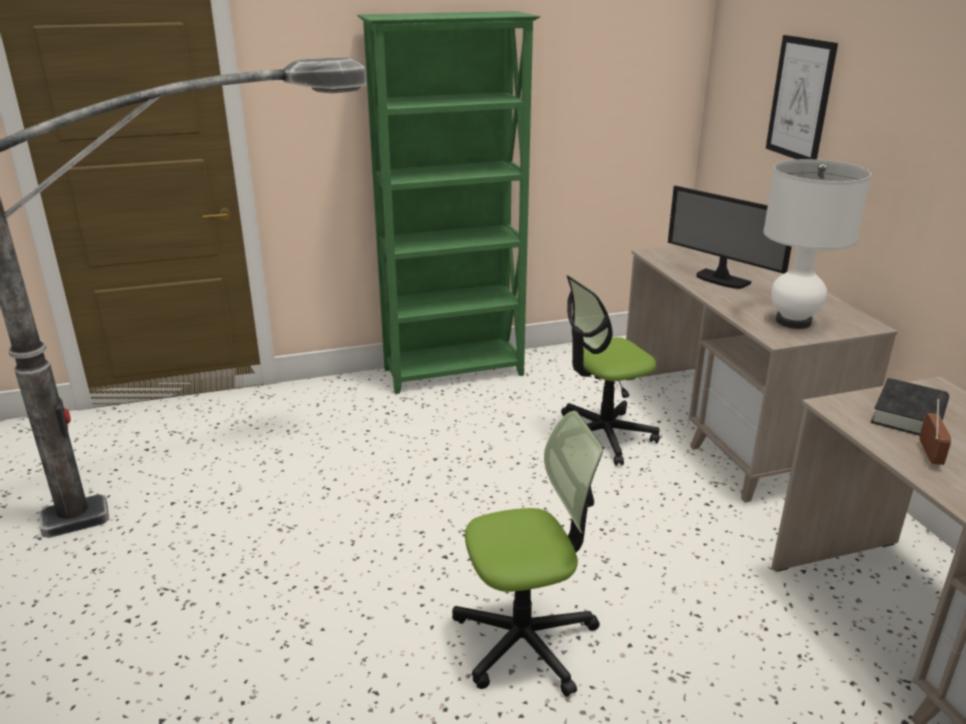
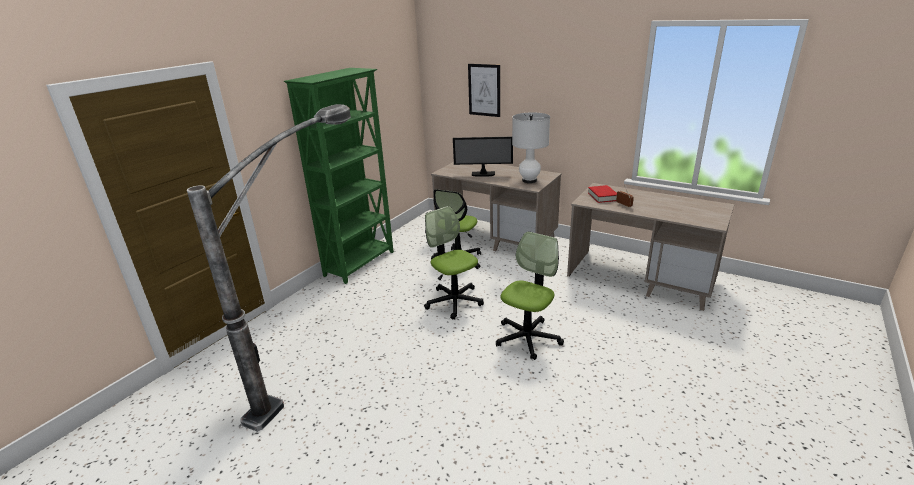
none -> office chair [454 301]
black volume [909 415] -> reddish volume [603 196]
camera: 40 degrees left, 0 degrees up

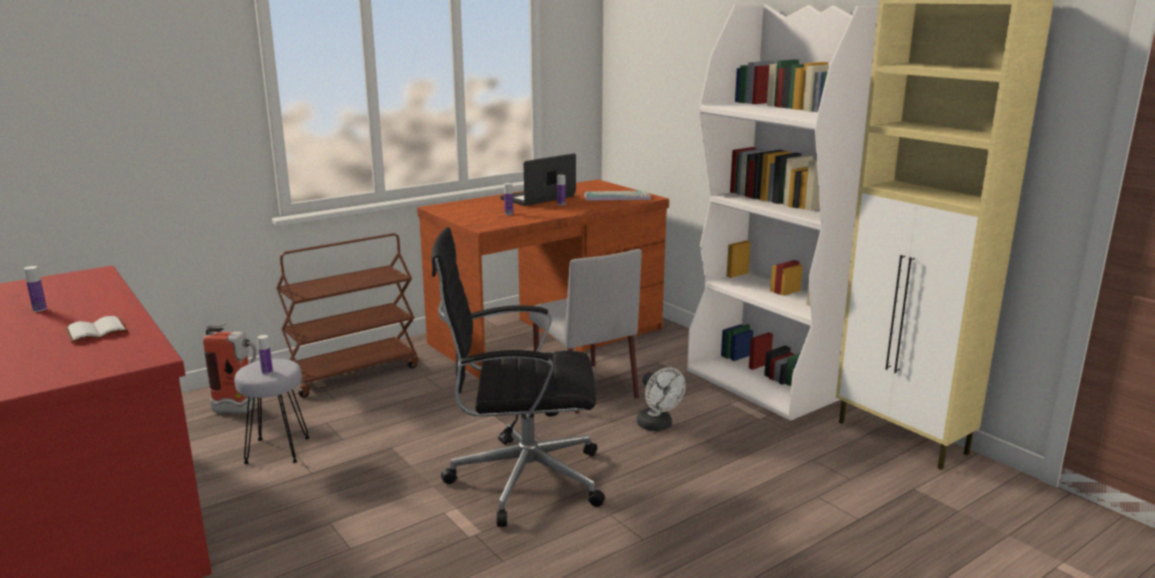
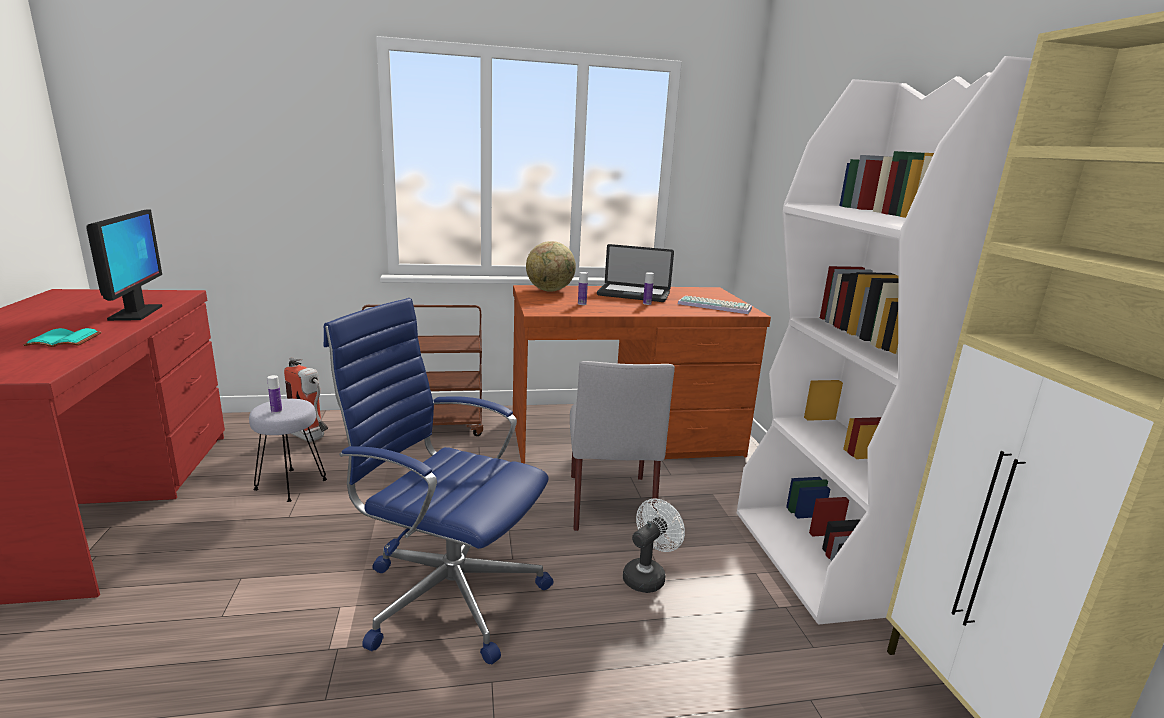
whitish volume [97 331] -> turquoise volume [66 340]
none -> computer screen [135 313]
black office chair [521 479] -> blue office chair [448 593]
none -> desk globe [550 290]
notebook computer [538 198] -> notebook computer [633 294], 150 degrees counterclockwise
whitish cooling fan [658 426] -> whitish cooling fan [647 575], 135 degrees counterclockwise
bottle [39 309] -> none
camera: 25 degrees right, 0 degrees up

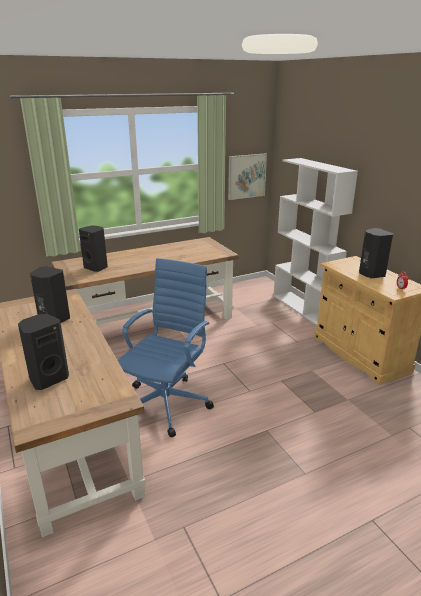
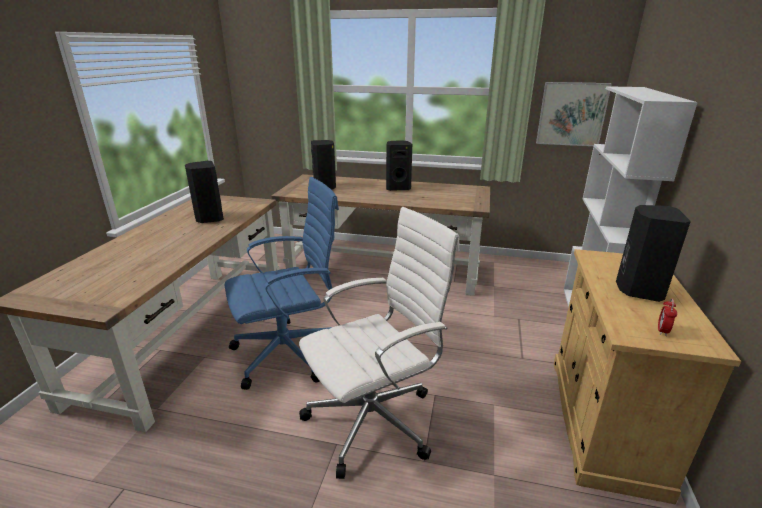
none -> whitish office chair [375 419]
black audio speaker [48 379] -> black audio speaker [398 188], move
camera: 40 degrees right, 0 degrees up

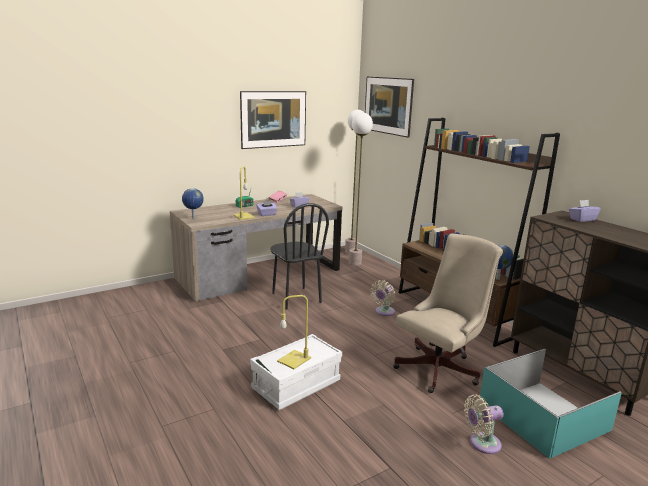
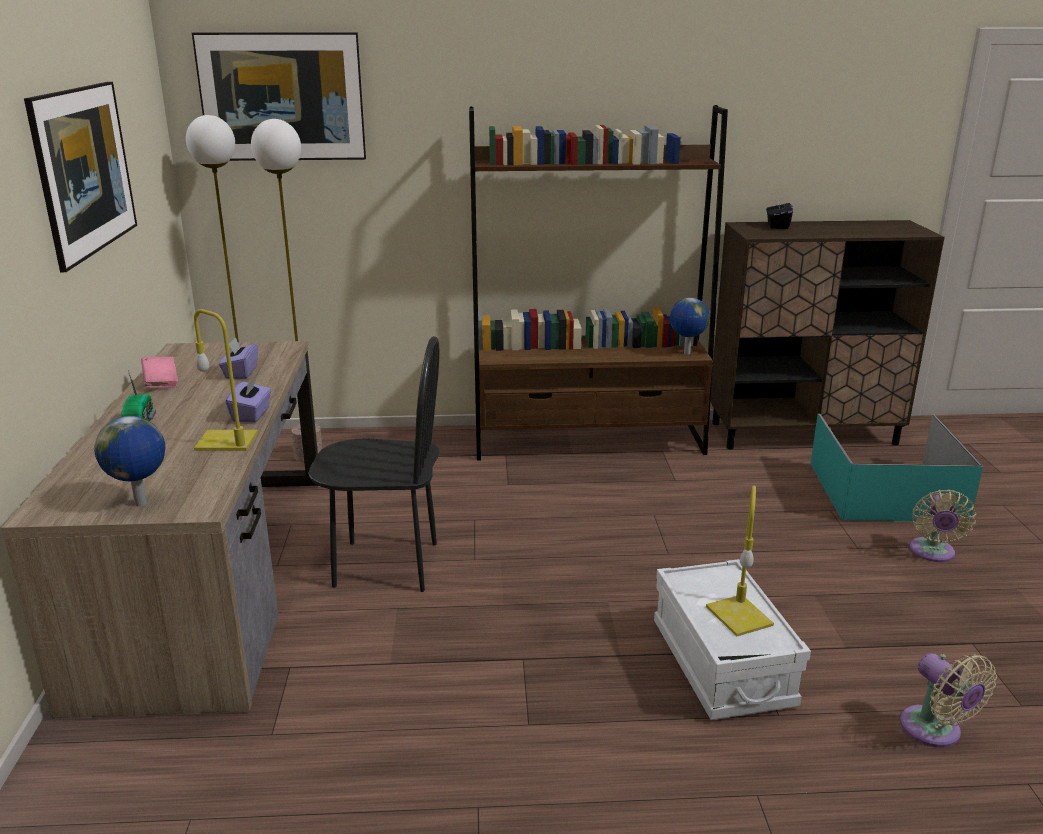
purplish tissue holder [582 219] -> black tissue holder [777 226]
sand-coloured cooling fan [383 312] -> sand-coloured cooling fan [935 731], move
sand-coloured office chair [441 368] -> none
camera: 60 degrees left, 5 degrees up

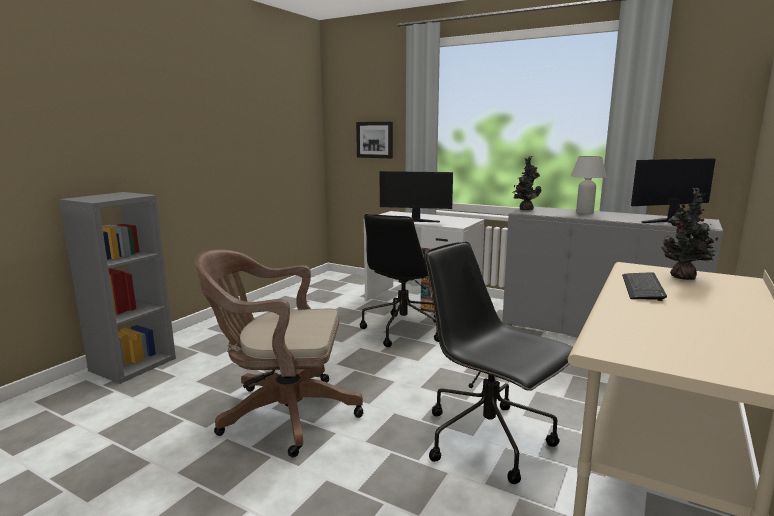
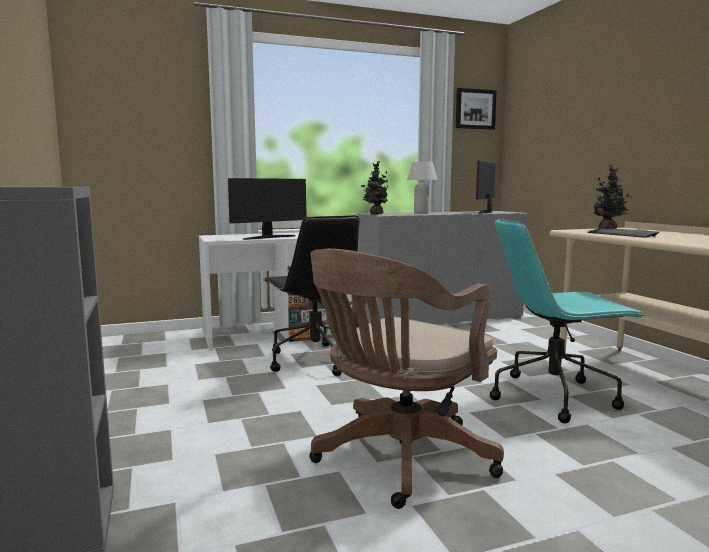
wall picture [375 139] -> wall picture [475 109], move
black office chair [490 440] -> turquoise office chair [554 396]
camera: 50 degrees left, 5 degrees down

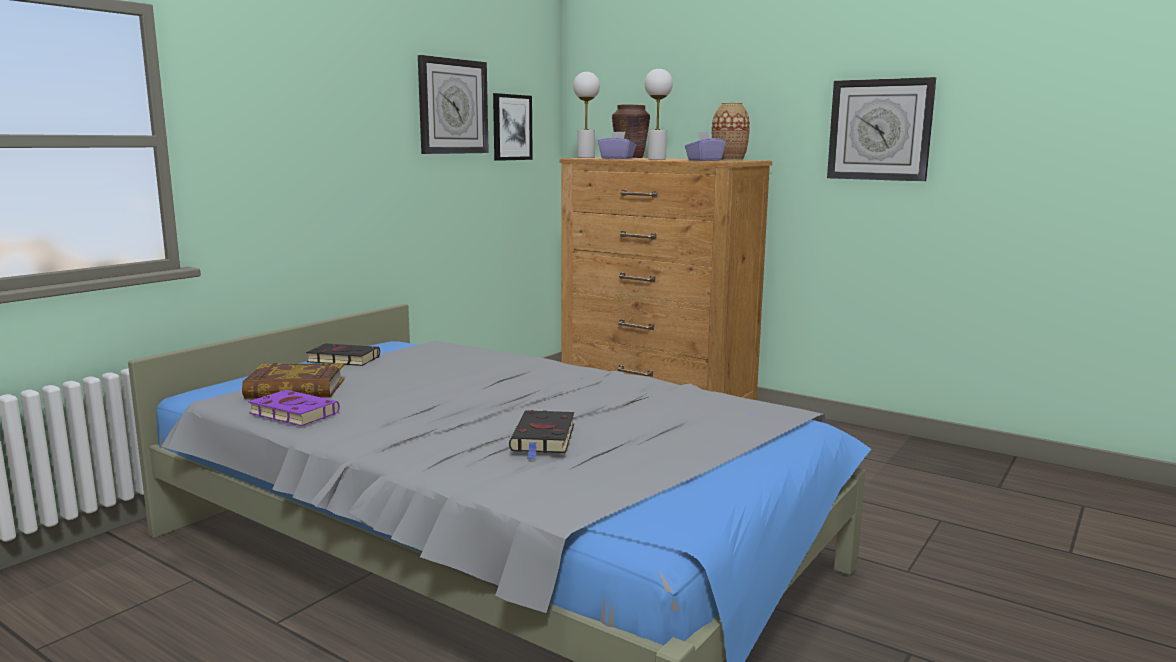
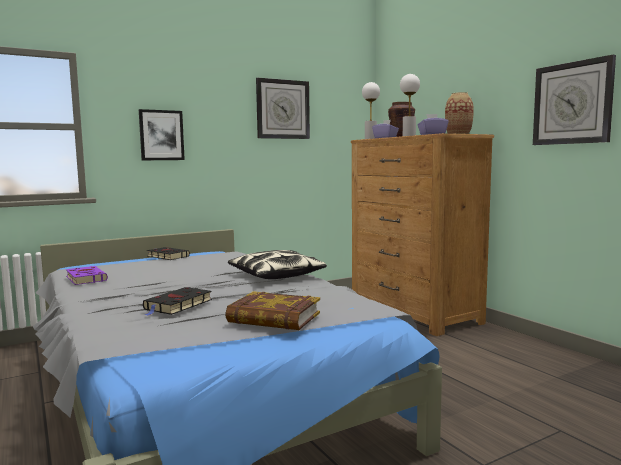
wall picture [511 127] -> wall picture [161 135], move
volume [295 389] -> volume [274 318], move
none -> pillow [275 275]
camera: 25 degrees right, 5 degrees down

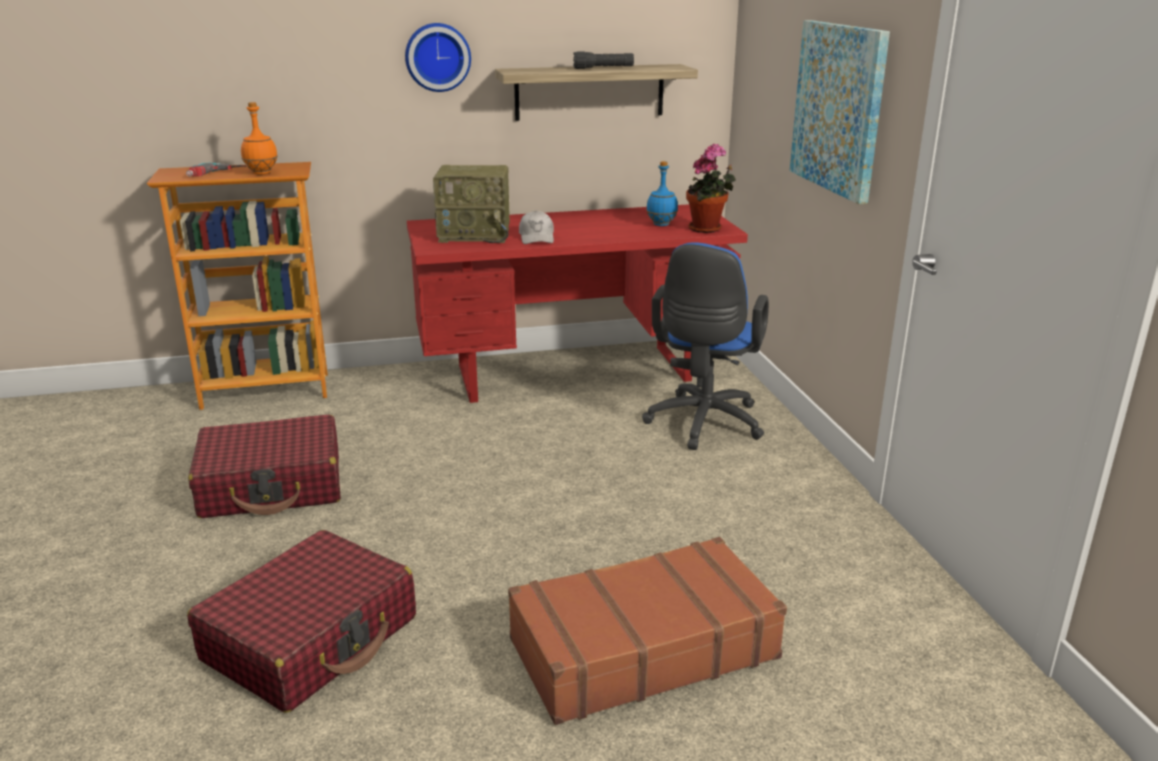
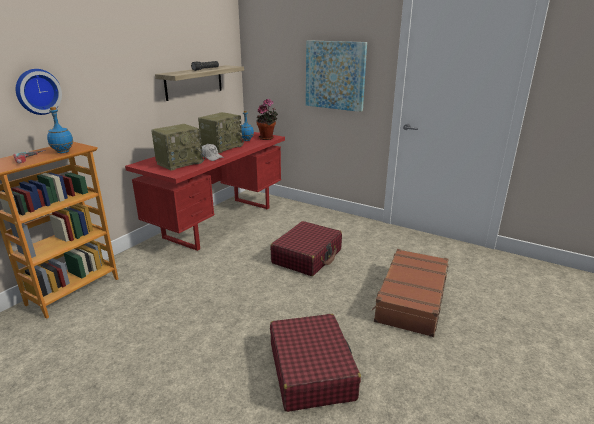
hanging clock [437 57] -> hanging clock [37 91], move
orange-coloured bottle [261 173] -> blue bottle [63 152]
none -> radio [222 147]
reddish piece of luggage [272 486] -> reddish piece of luggage [307 256], move
blue office chair [703 425] -> none
camera: 45 degrees left, 0 degrees up

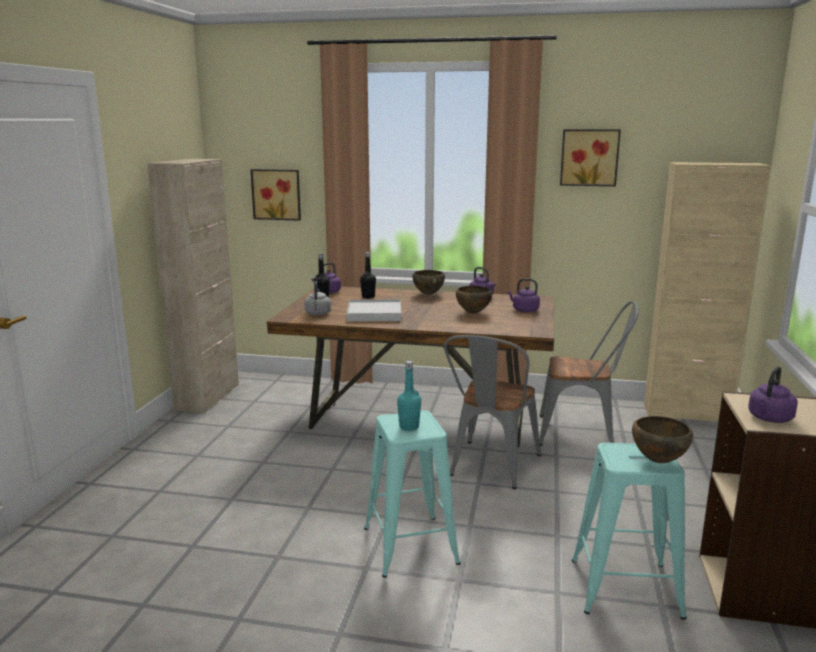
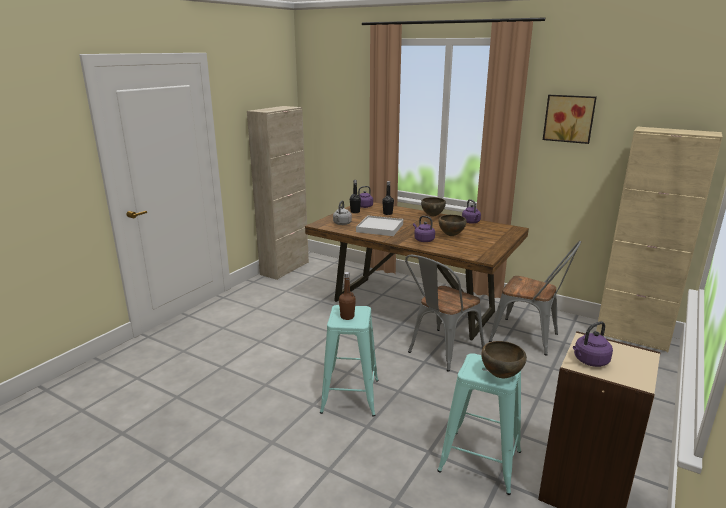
turquoise bottle [409 427] -> brownish bottle [347 317]
purplish tea kettle [524 310] -> purplish tea kettle [423 240], move
wall picture [277 194] -> none
camera: 20 degrees right, 5 degrees up

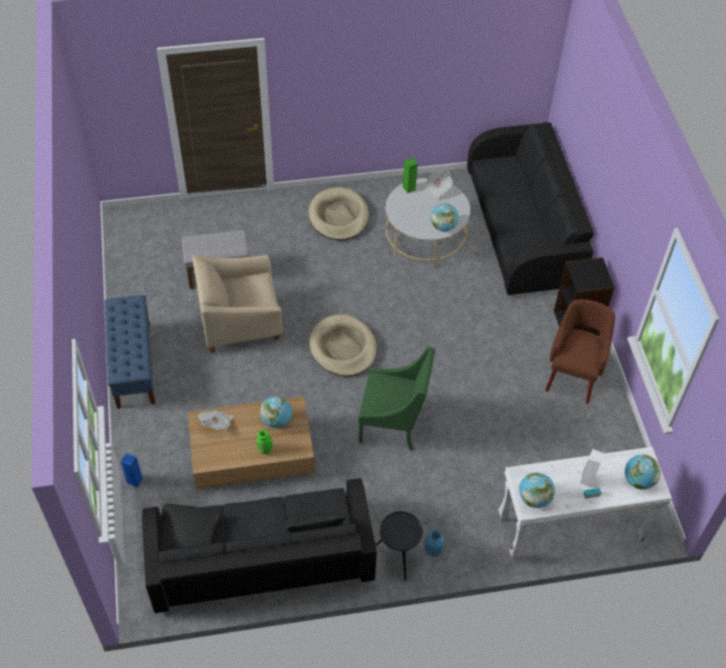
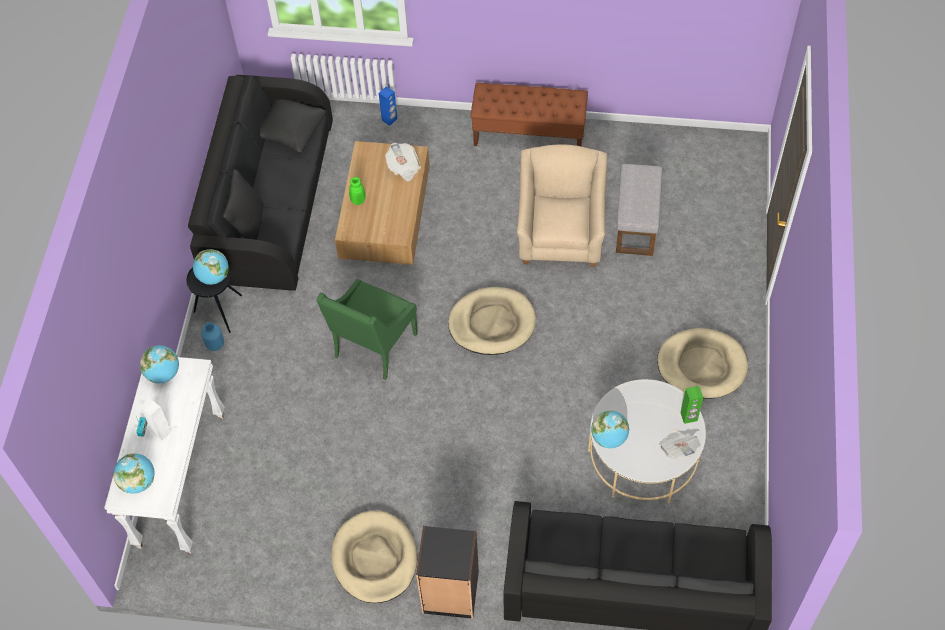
desk globe [277 420] -> desk globe [213 277], move
brownish lounge chair [573 374] -> sand-coloured pet bed [374 558]
blue indoor bench [133 364] -> brownish indoor bench [529 134]
camera: 110 degrees right, 5 degrees up

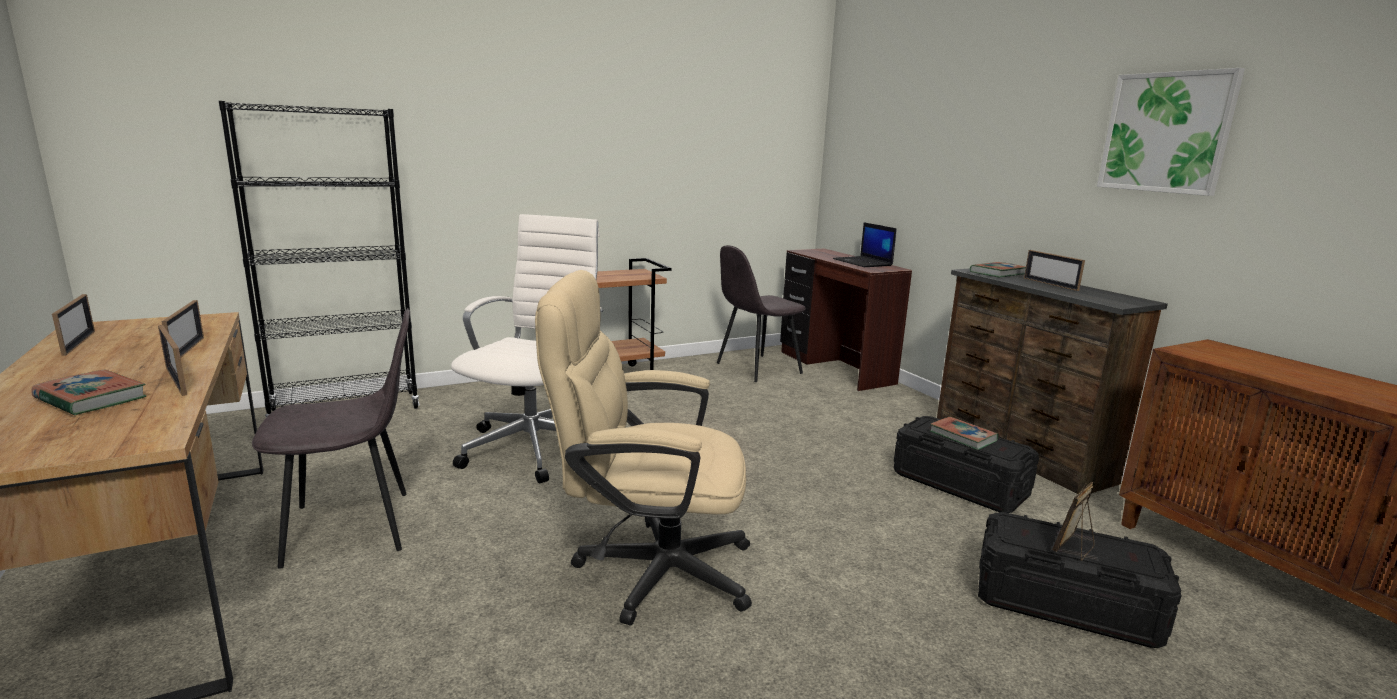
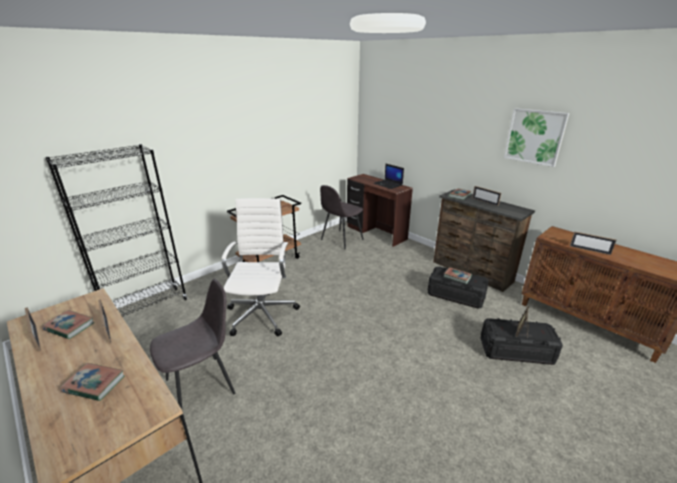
none -> volume [69 326]
picture frame [176 381] -> picture frame [589 250], move
sand-coloured office chair [647 569] -> none
camera: 15 degrees left, 10 degrees up

